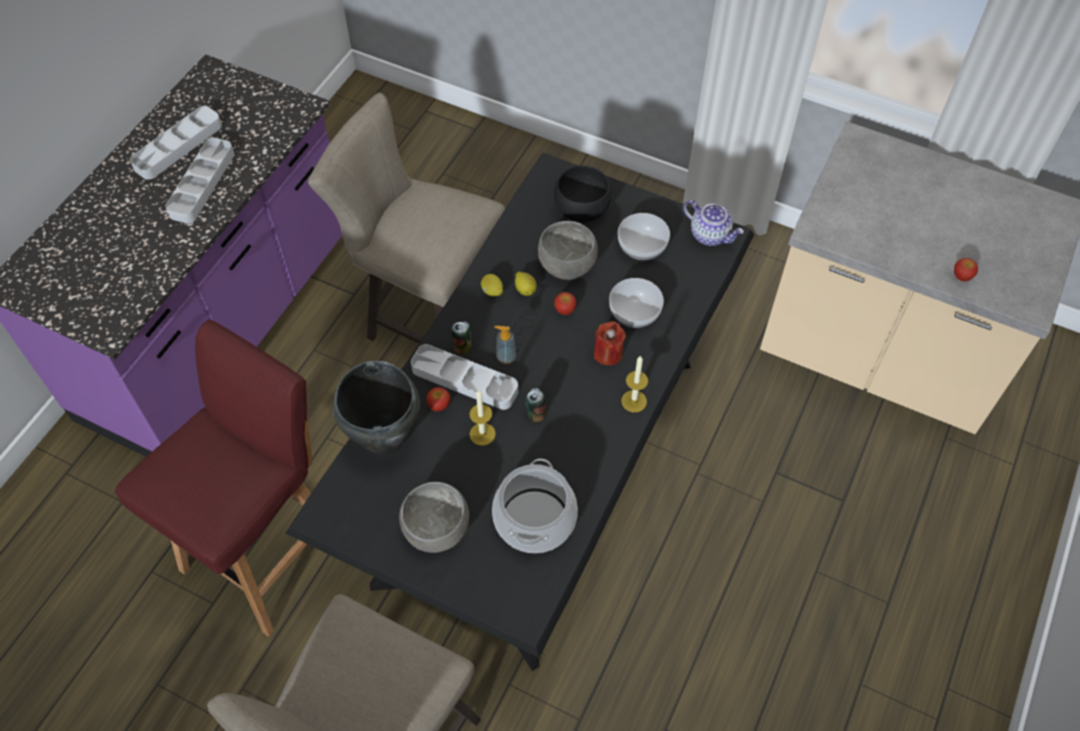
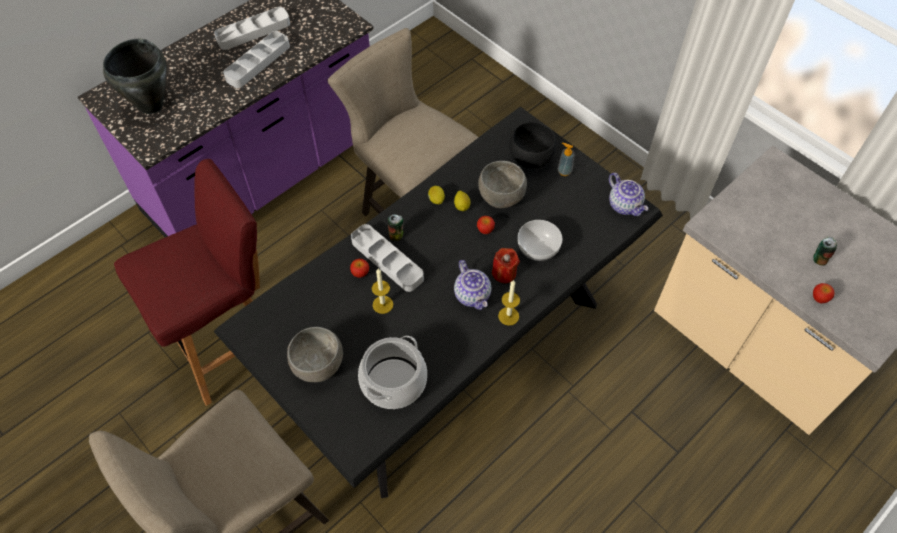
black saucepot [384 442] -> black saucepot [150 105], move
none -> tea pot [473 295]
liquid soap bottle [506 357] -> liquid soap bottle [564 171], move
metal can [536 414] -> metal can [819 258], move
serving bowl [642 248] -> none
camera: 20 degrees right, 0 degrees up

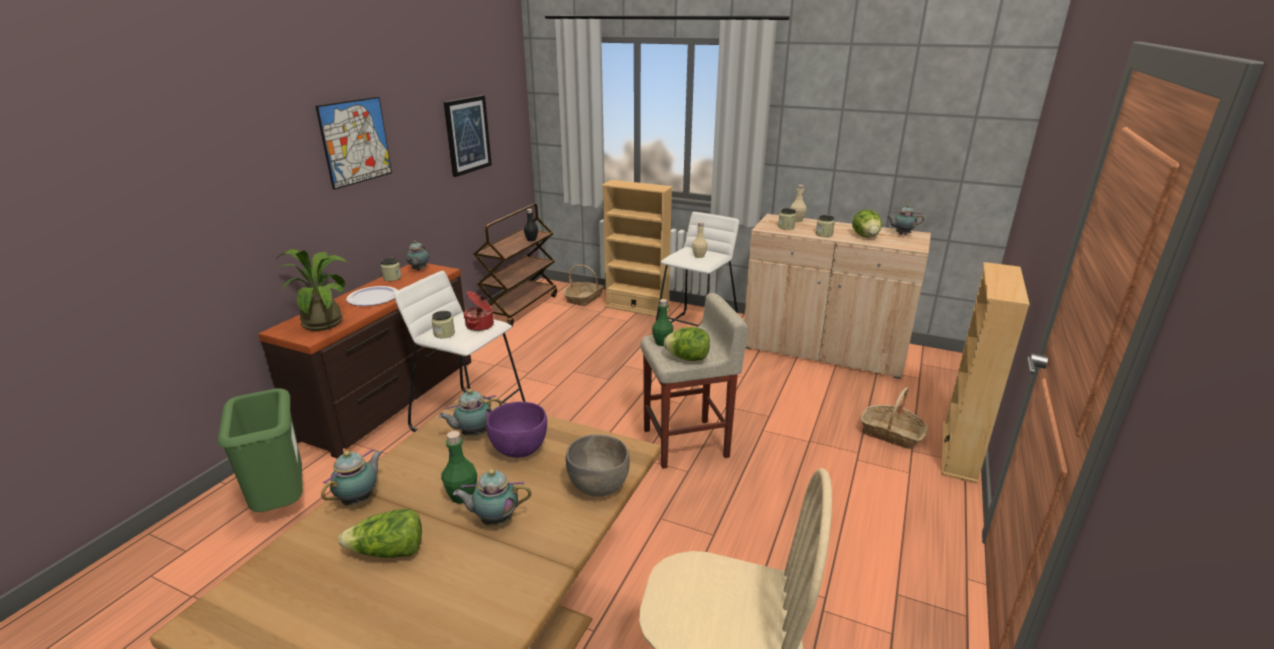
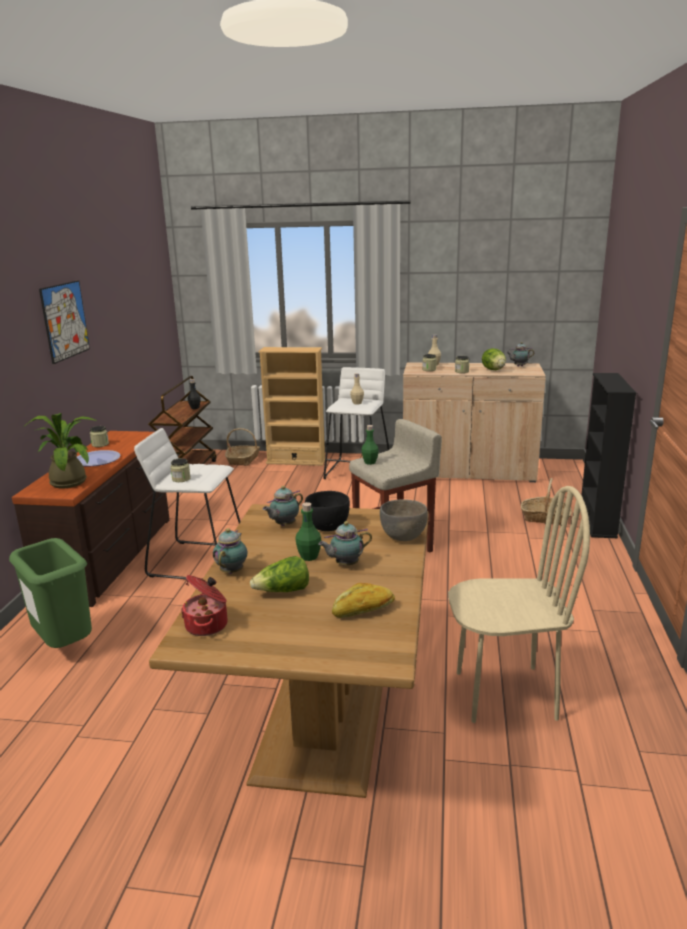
saucepot [480 325] -> saucepot [208 625], move
purplish serving bowl [519 450] -> black serving bowl [327 527]
none -> baked bread [363 610]
sand-coloured bookcase [959 452] -> black bookcase [597 521]
tea pot [418 270] -> none
wall picture [467 135] -> none
head of lettuce [688 358] -> none
camera: 15 degrees left, 5 degrees down

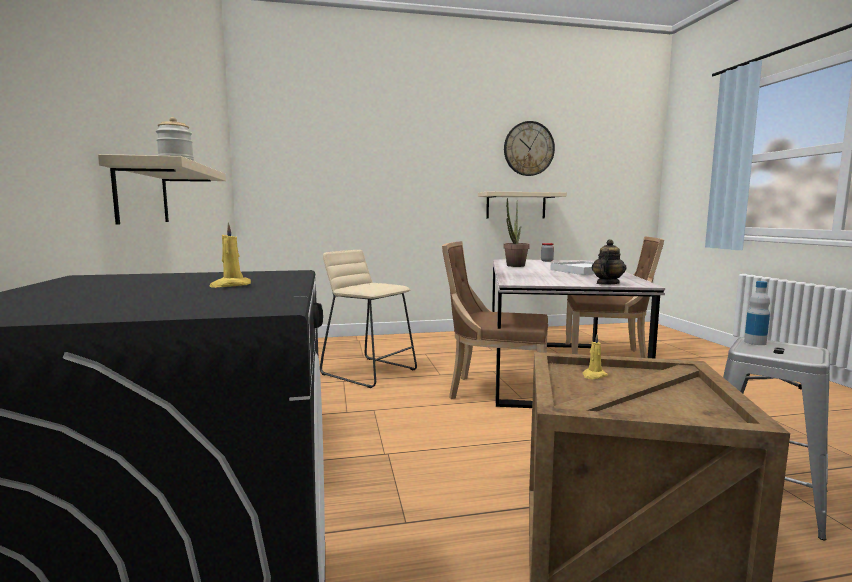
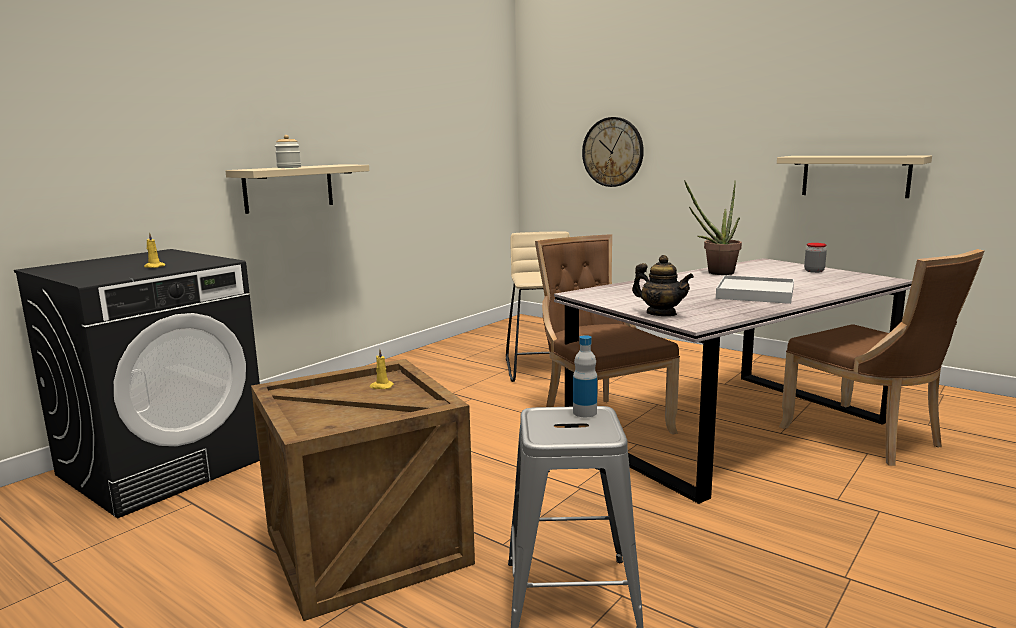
hanging clock [528 148] -> hanging clock [613 152], move
tea pot [607 284] -> tea pot [661 314], 45 degrees clockwise
camera: 50 degrees right, 5 degrees up

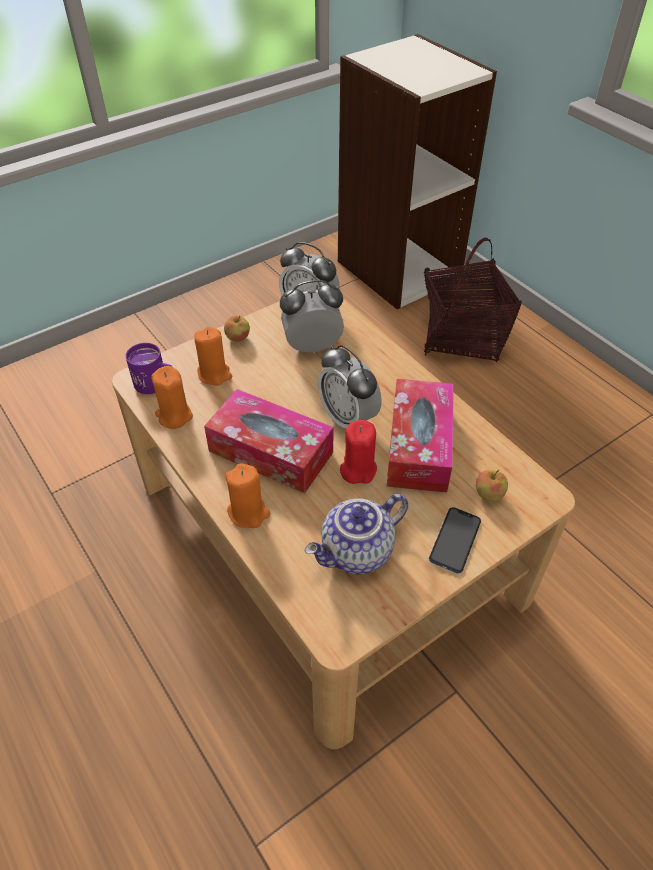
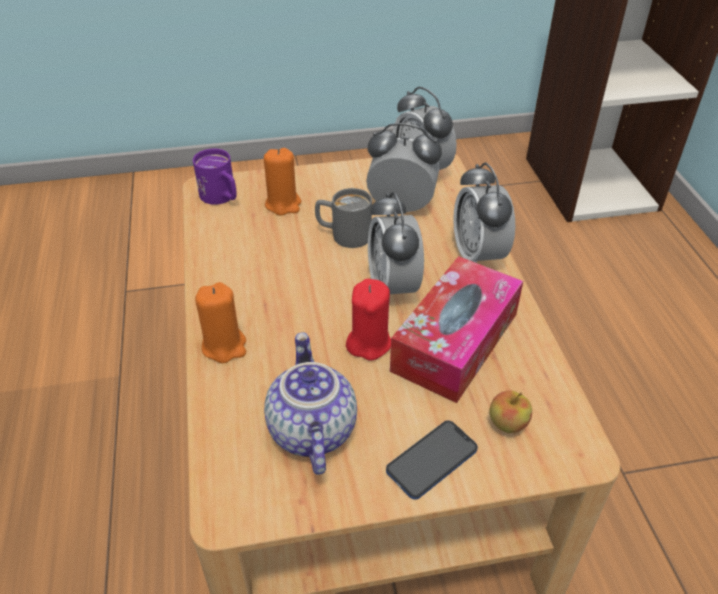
tea pot [357 553] -> tea pot [309 430], 90 degrees clockwise
none -> greyish mug [343 235]
none -> alarm clock [478 255]
orange-coloured wax light [174 416] -> none
tissue holder [271 452] -> none
apple [238 338] -> none
basket [462 336] -> none
camera: 25 degrees right, 5 degrees down

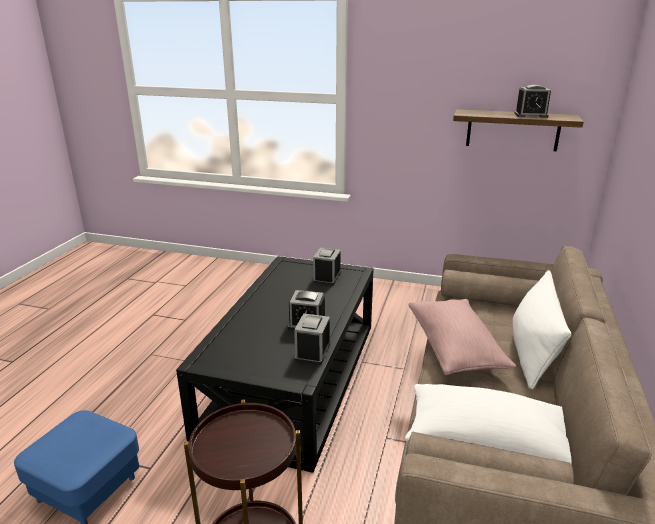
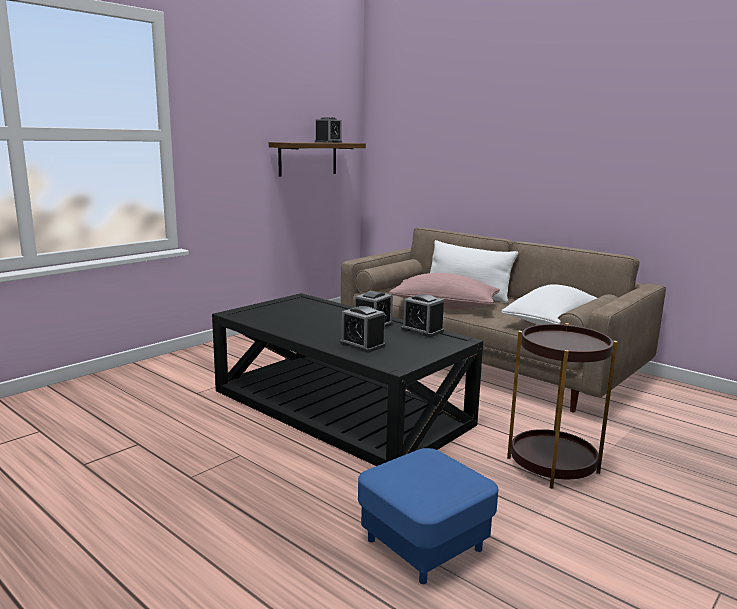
alarm clock [327 277] -> alarm clock [362 345], move
camera: 65 degrees left, 10 degrees down

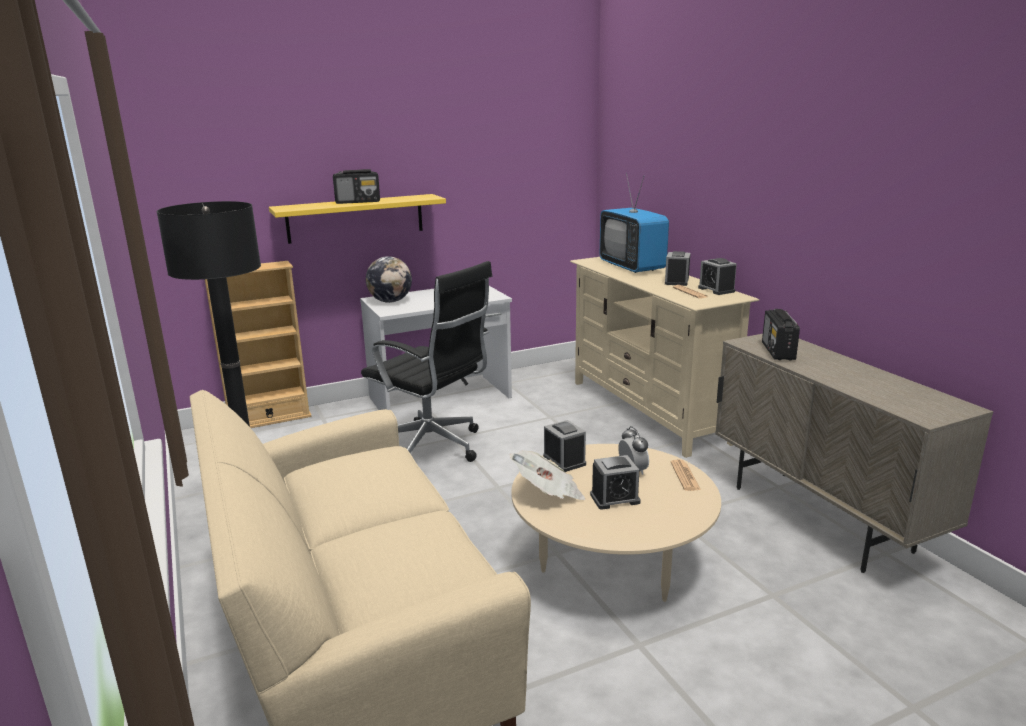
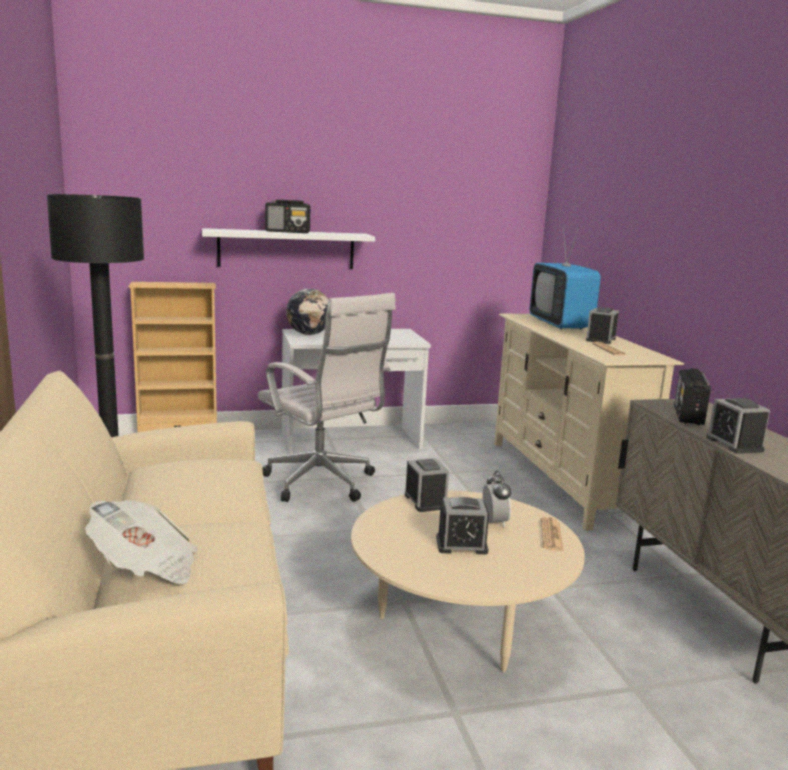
daily paper [548 493] -> daily paper [146 567], move
yellow shelf [355 218] -> whitish shelf [286 249]
black office chair [434 448] -> whitish office chair [322 484]
alarm clock [716 290] -> alarm clock [734 444], move
camera: 10 degrees right, 5 degrees down

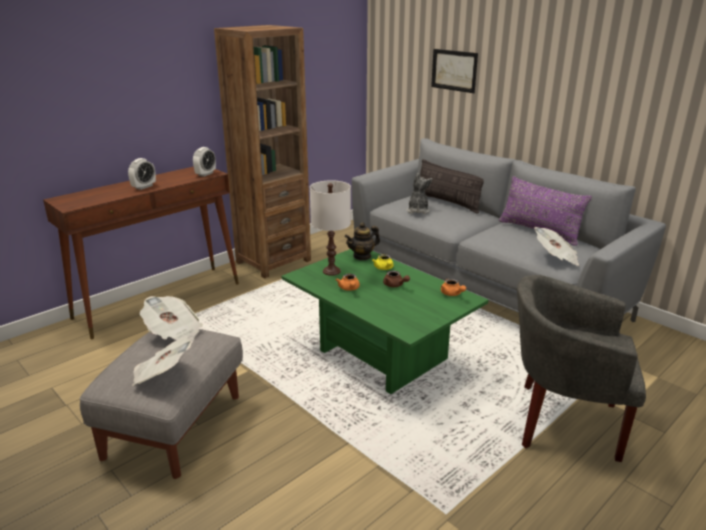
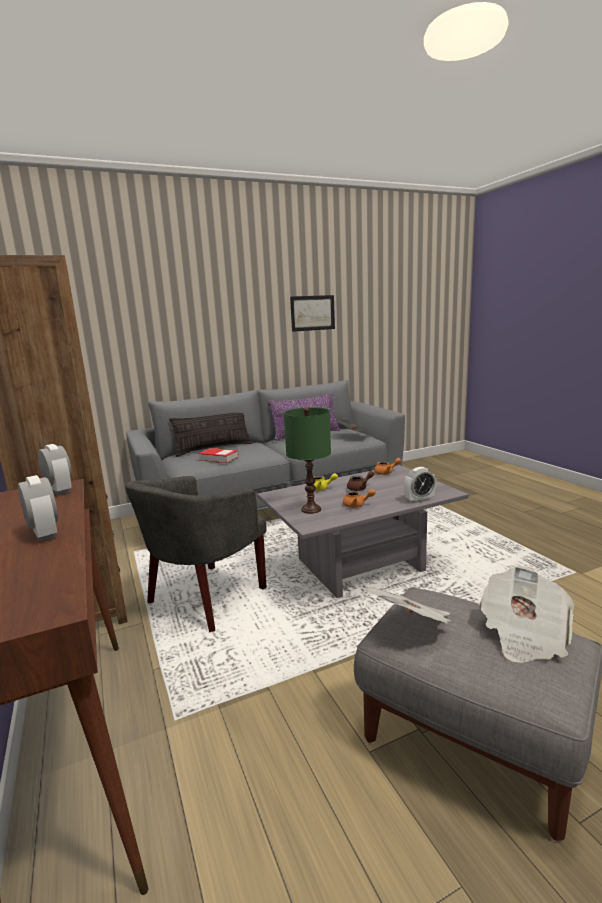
greyish lounge chair [563 421] -> greyish lounge chair [205 598], move
cuddly toy [418 210] -> volume [219 458]
greenish low table [379 356] -> greyish low table [360 567]
whitish tabletop lamp [331 271] -> greenish tabletop lamp [310 509]
wall picture [454 70] -> wall picture [312 313], move
none -> alarm clock [419 500]
tea pot [362 256] -> none
camera: 70 degrees left, 10 degrees down

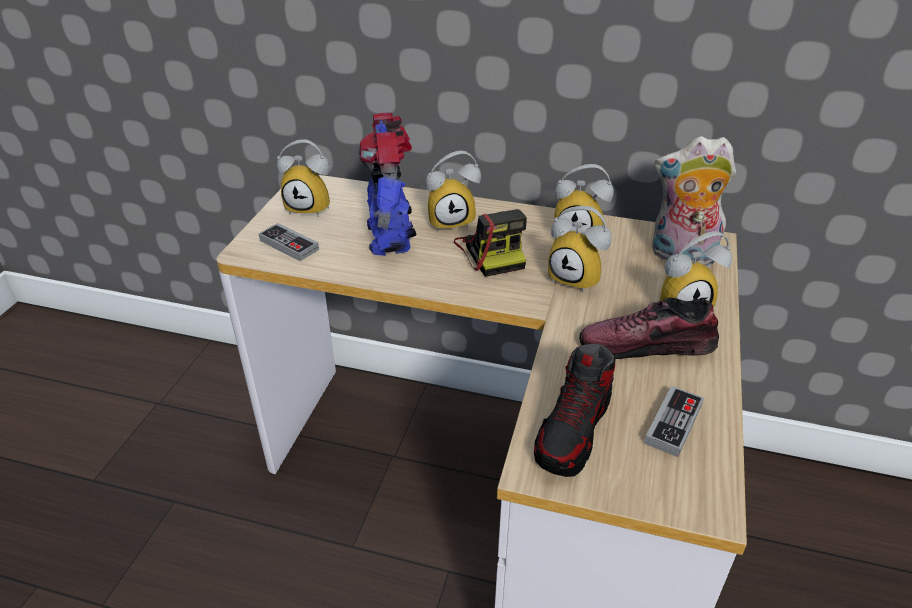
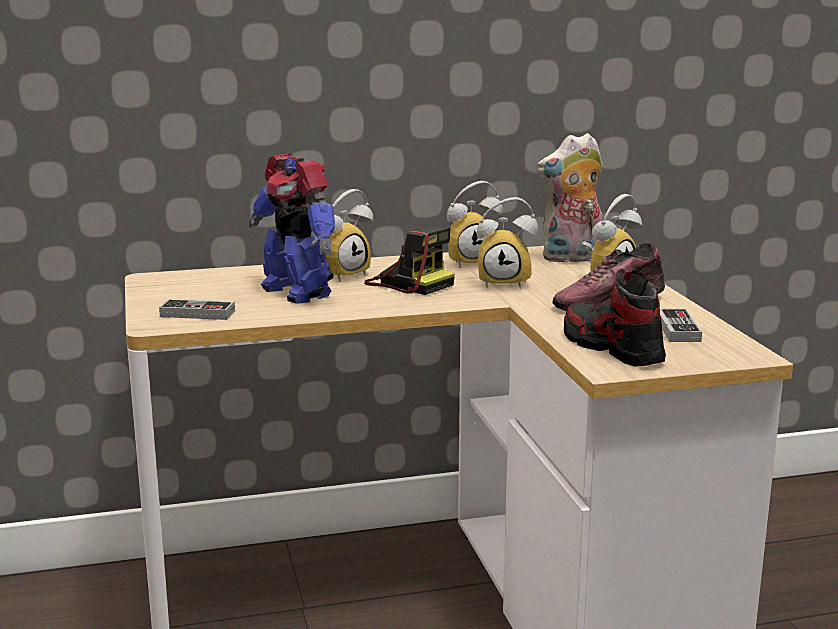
shoe [573 432] -> shoe [612 348], 150 degrees clockwise
alarm clock [311 207] -> none
camera: 30 degrees left, 20 degrees down

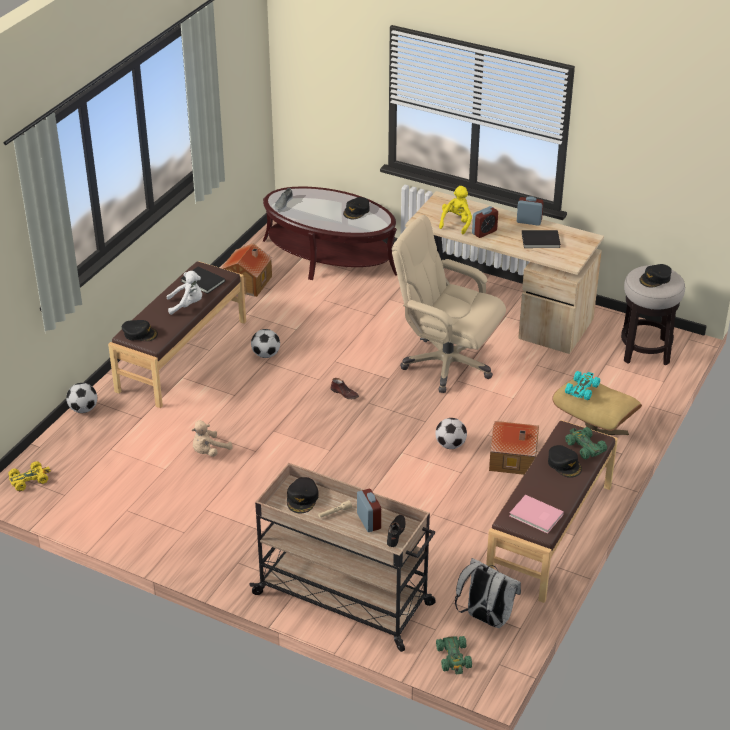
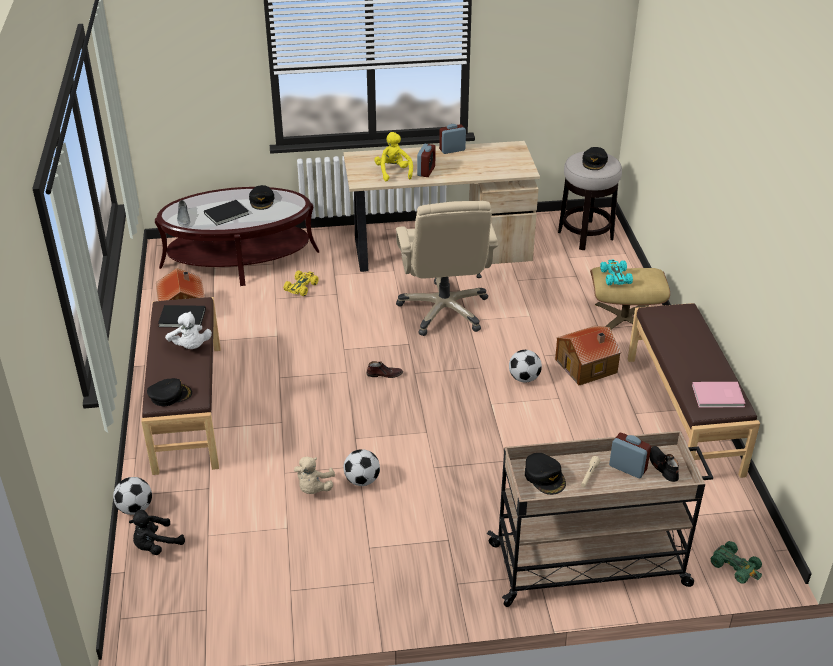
none -> black cuddly toy [156 545]
whitish cuddly toy [187 305] -> whitish cuddly toy [190 347], 105 degrees clockwise
black volume [541 241] -> black volume [227 214], move
yellow model car [29 479] -> yellow model car [301 286], move
ball for football [266 355] -> ball for football [362 480], move
sand-coloured office chair [446 364] -> sand-coloured office chair [444 310], 90 degrees counterclockwise
whitish backpack [485 618] -> none
black baseball cap [564 464] -> none
greenish model car [584 447] -> none
camera: 35 degrees left, 0 degrees up

